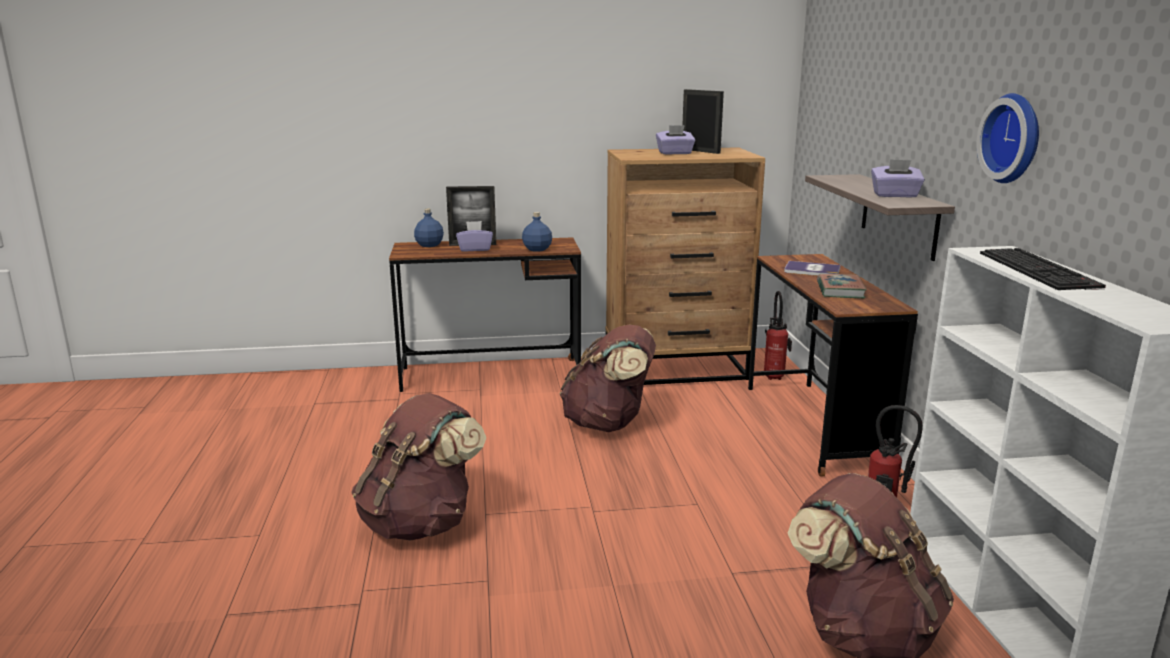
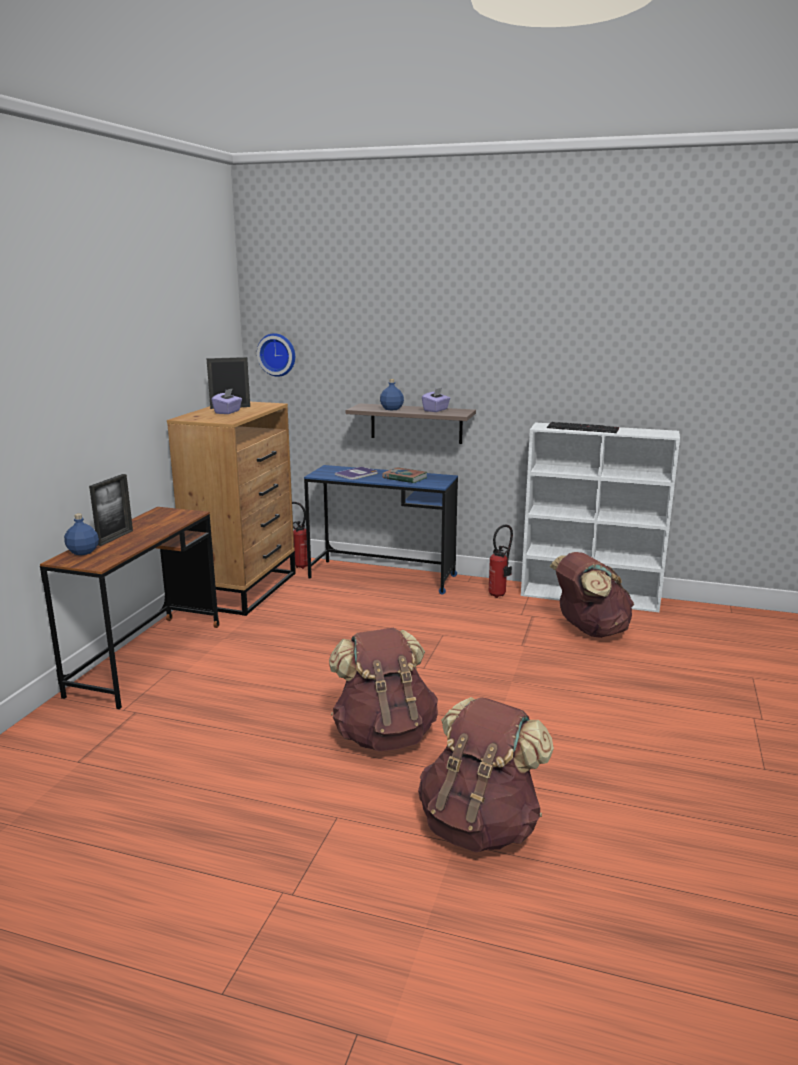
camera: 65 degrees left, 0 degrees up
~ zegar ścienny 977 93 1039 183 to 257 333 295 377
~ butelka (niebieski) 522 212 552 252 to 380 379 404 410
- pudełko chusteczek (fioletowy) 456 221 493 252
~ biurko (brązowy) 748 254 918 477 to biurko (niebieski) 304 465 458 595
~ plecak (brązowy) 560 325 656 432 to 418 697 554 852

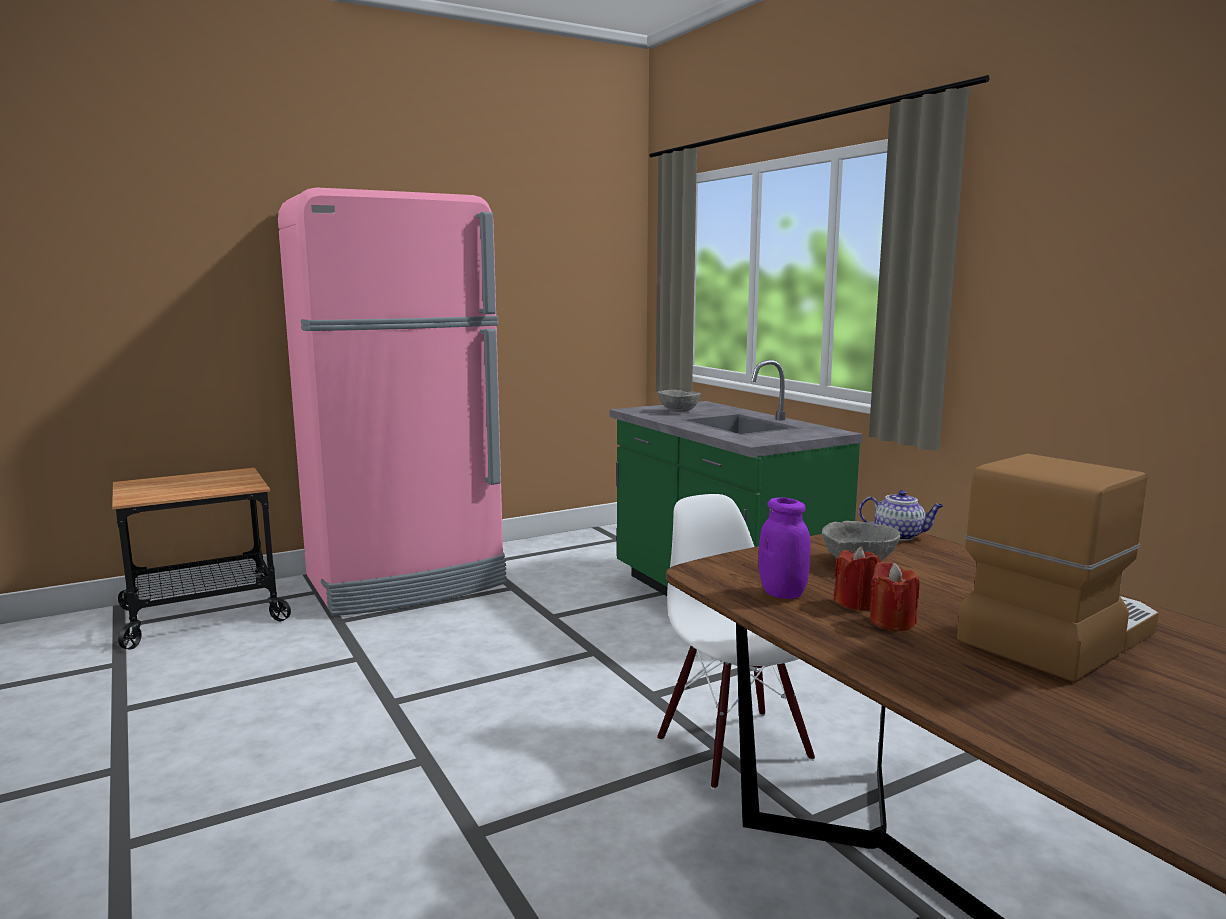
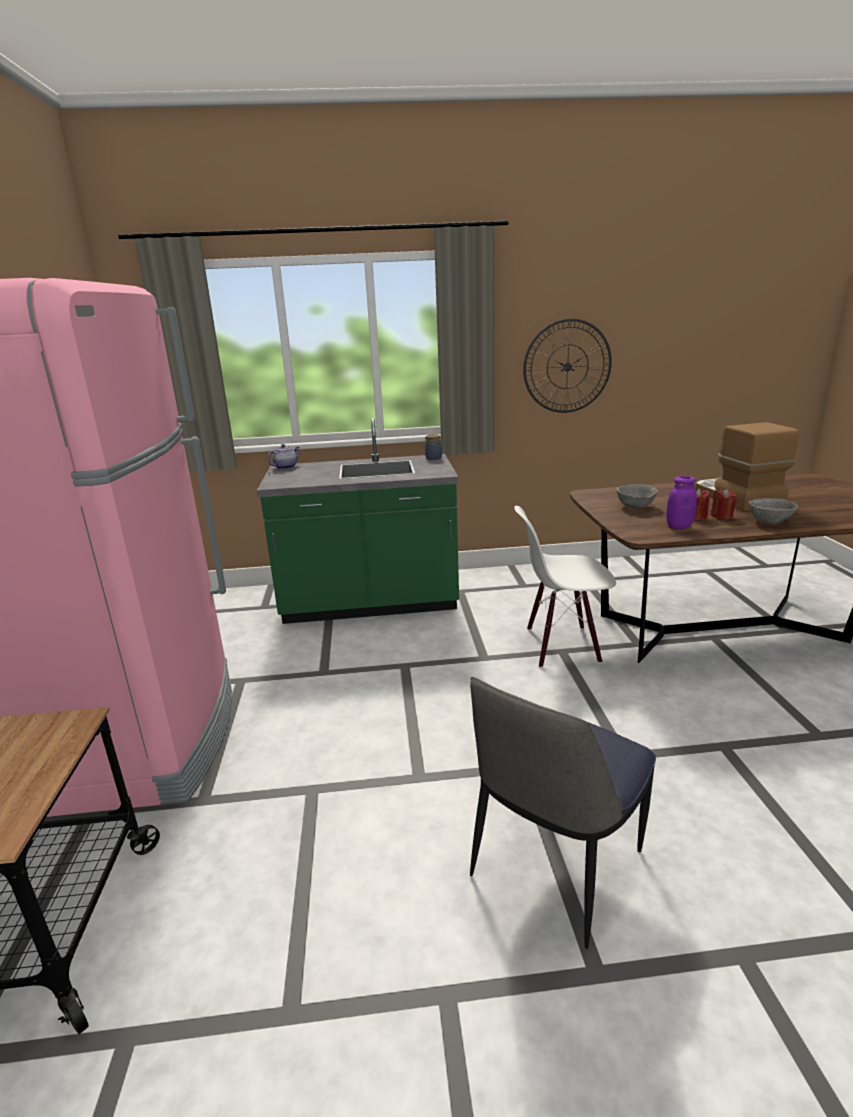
camera: 65 degrees left, 10 degrees up
~ miska (szary) 657 390 701 412 to 748 498 798 524
~ imbryk 859 490 944 541 to 267 444 299 469
+ zegar ścienny 523 319 612 413
+ słoik 425 434 442 460
+ krzesło 470 677 656 949

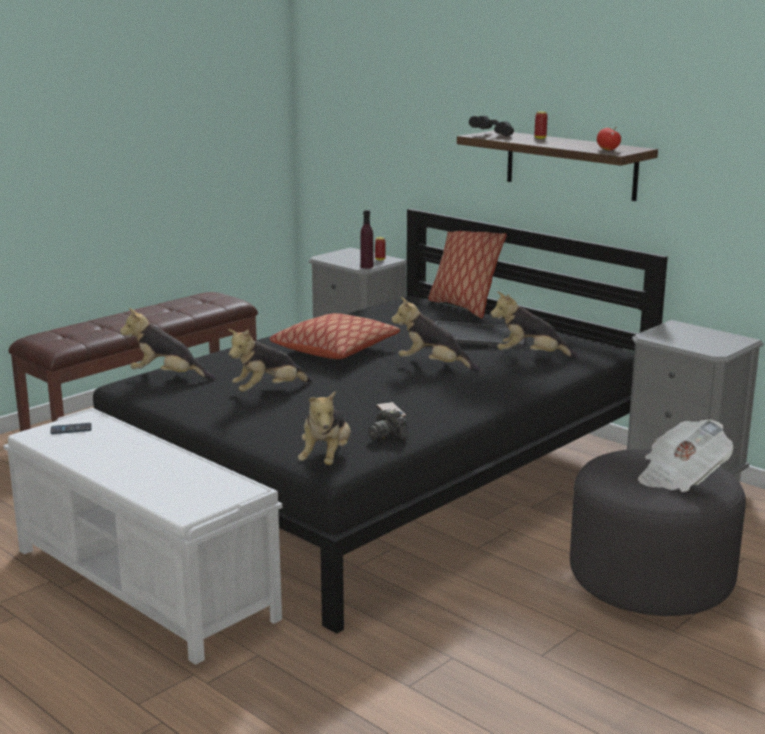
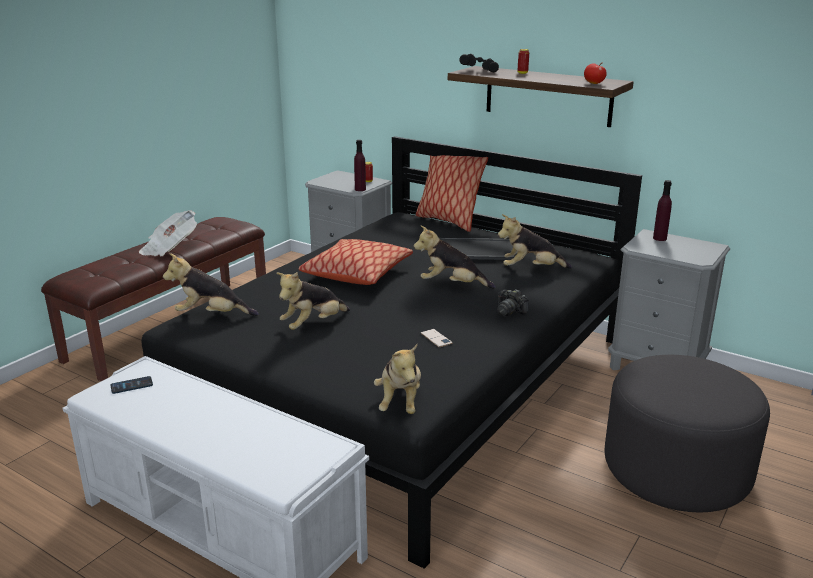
camera: 10 degrees left, 5 degrees up
~ aparat fotograficzny 368 409 408 441 to 497 289 528 317
~ gazeta 638 420 734 492 to 139 210 197 257
+ butelka (fioletowy) 653 180 672 241

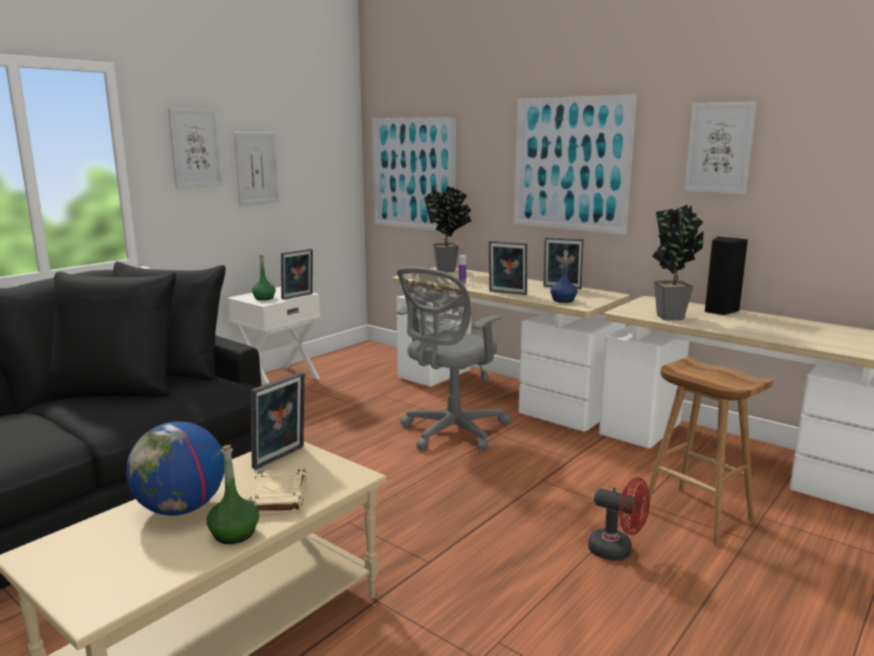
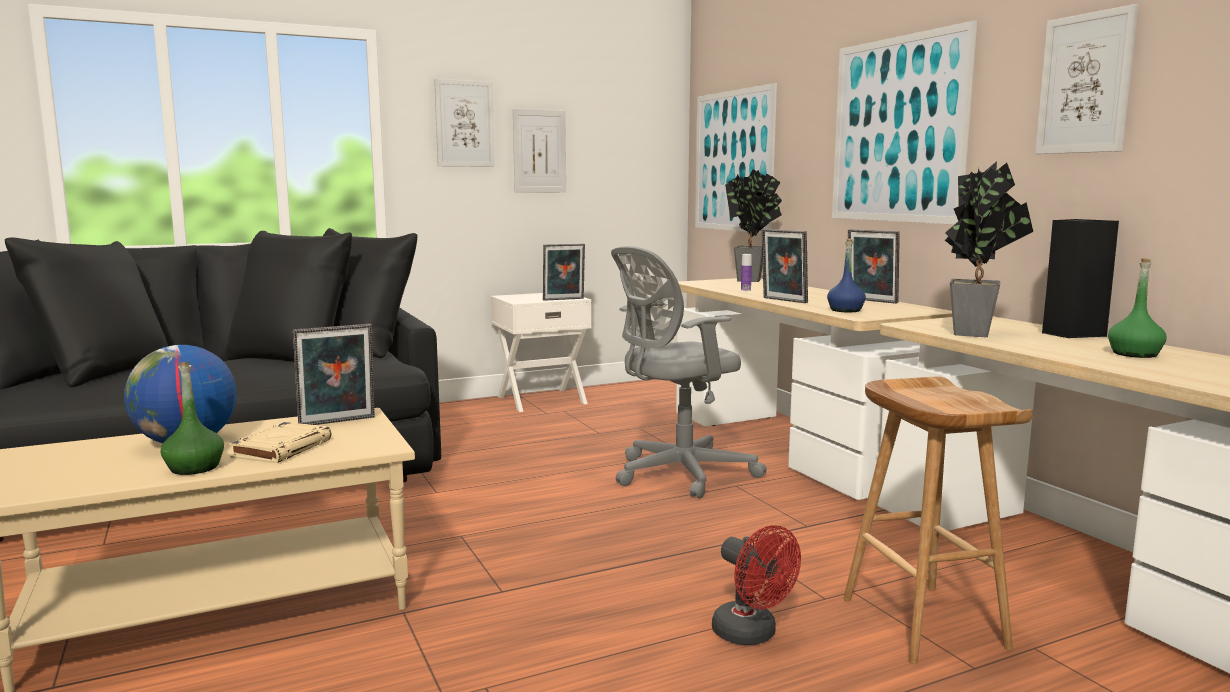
camera: 25 degrees right, 5 degrees down
~ butelka (zielony) 252 255 276 300 to 1108 258 1167 358

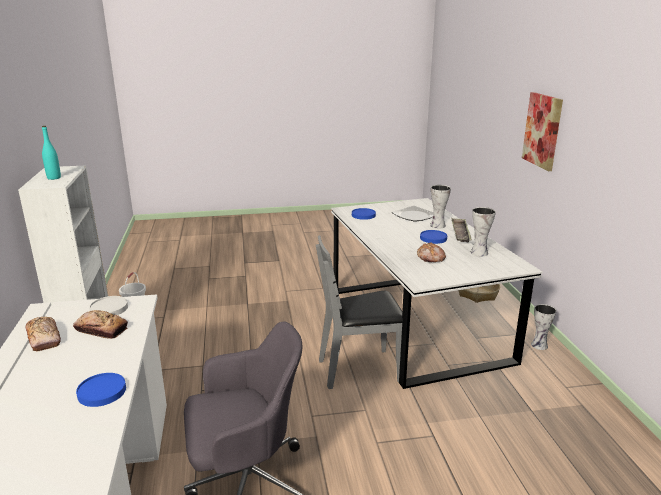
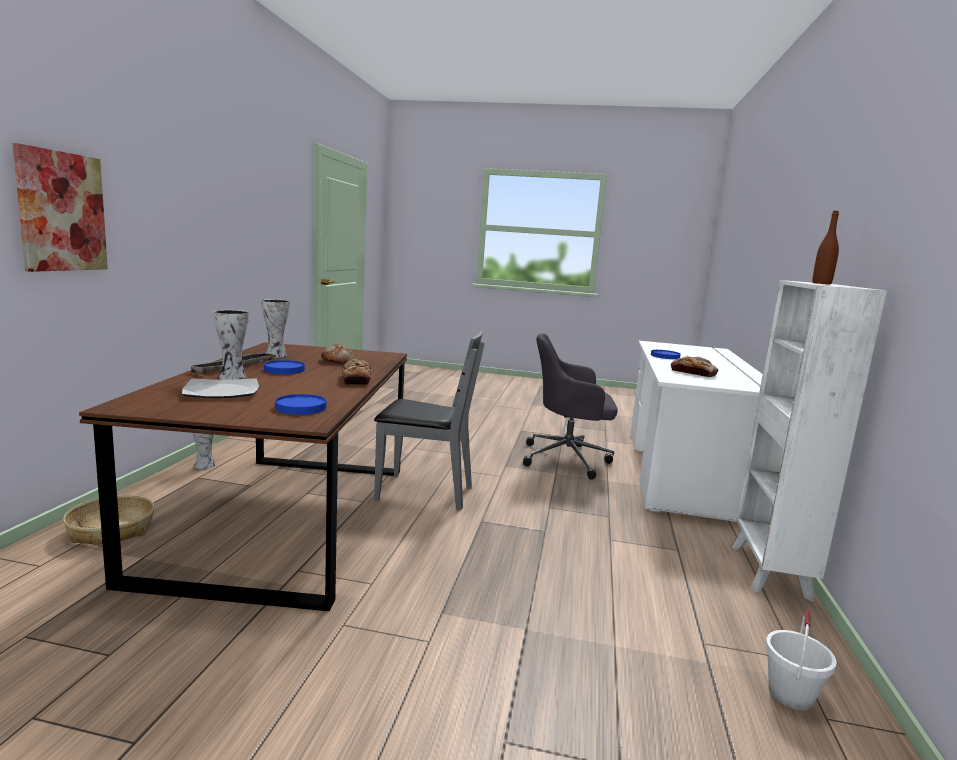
camera: 160 degrees left, 10 degrees down
~ butelka (turkusowy) 42 126 61 180 to butelka (brązowy) 812 211 839 284
~ stół jadalny (biały) 331 198 542 389 to stół jadalny (brązowy) 79 342 407 611
- talerz (biały) 89 296 128 315
~ chleb 26 317 61 352 to 342 358 371 385

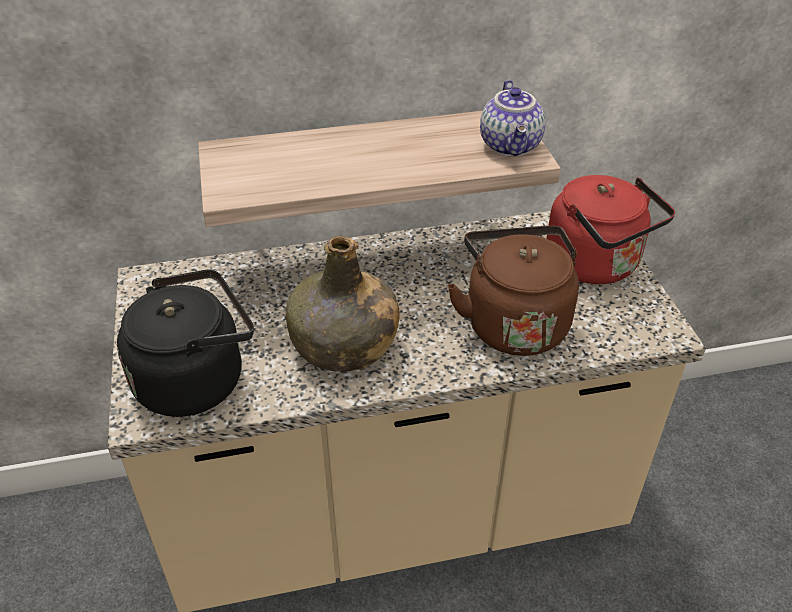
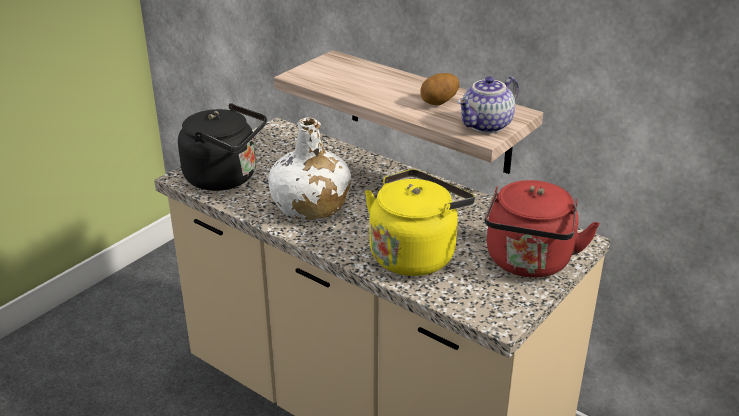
camera: 50 degrees right, 10 degrees down
~ czajnik (brązowy) 447 226 579 356 to czajnik (żółty) 365 169 475 276
~ butelka (zielony) 286 236 399 372 to butelka (biały) 268 117 351 221
+ ziemniak 420 73 460 105

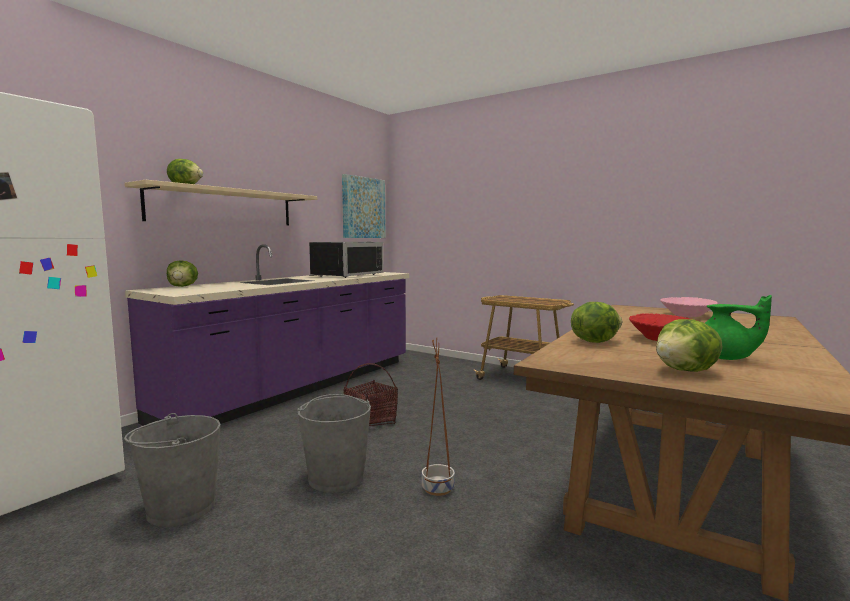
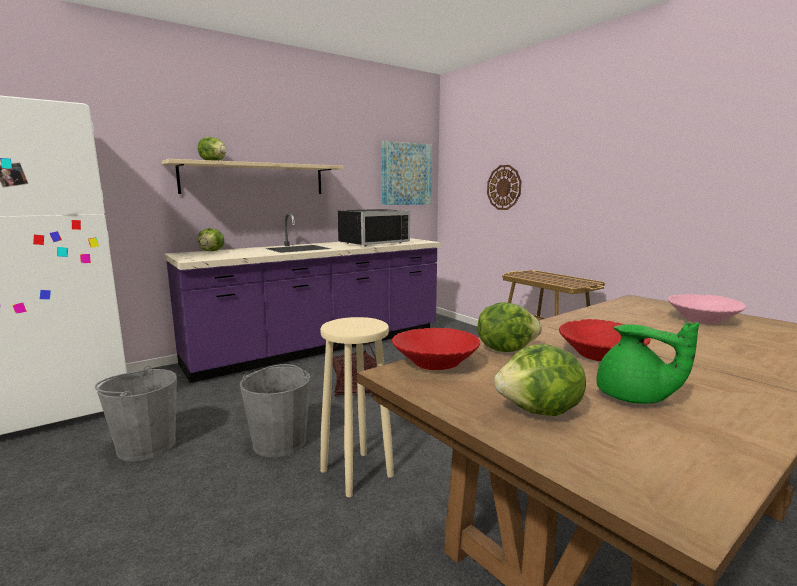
camera: 20 degrees right, 5 degrees up
~ donica (brązowy) 422 337 455 496 to stołek (beżowy) 320 317 394 497
+ zegar ścienny 487 165 521 210
+ miska (czerwony) 392 328 480 370

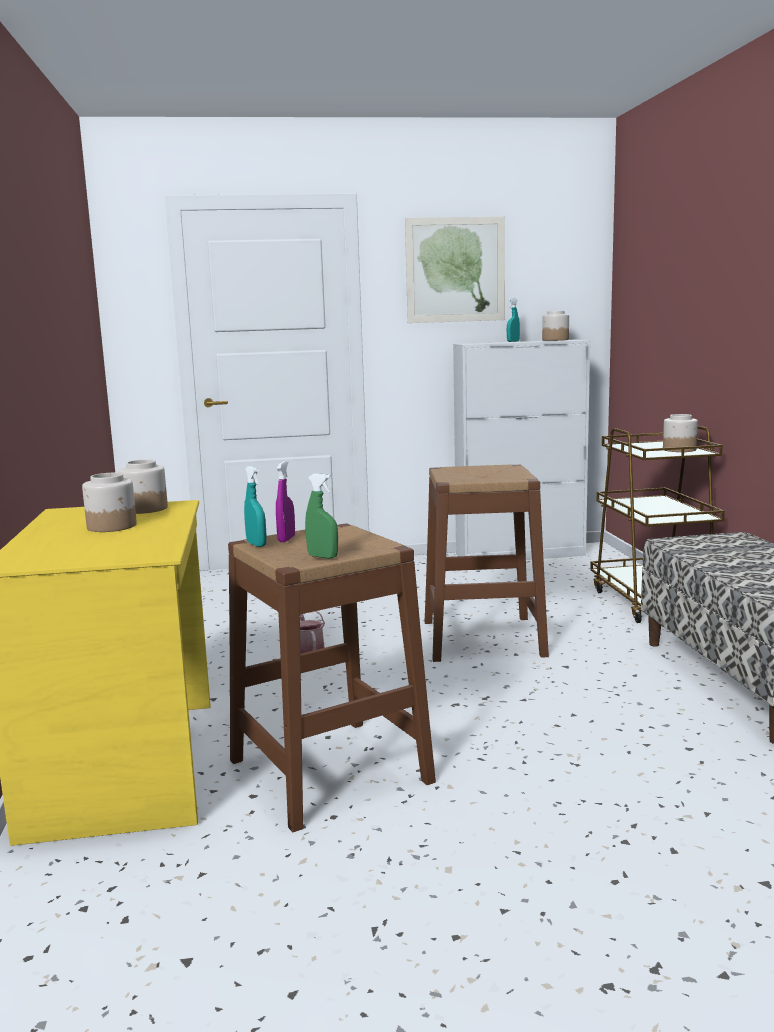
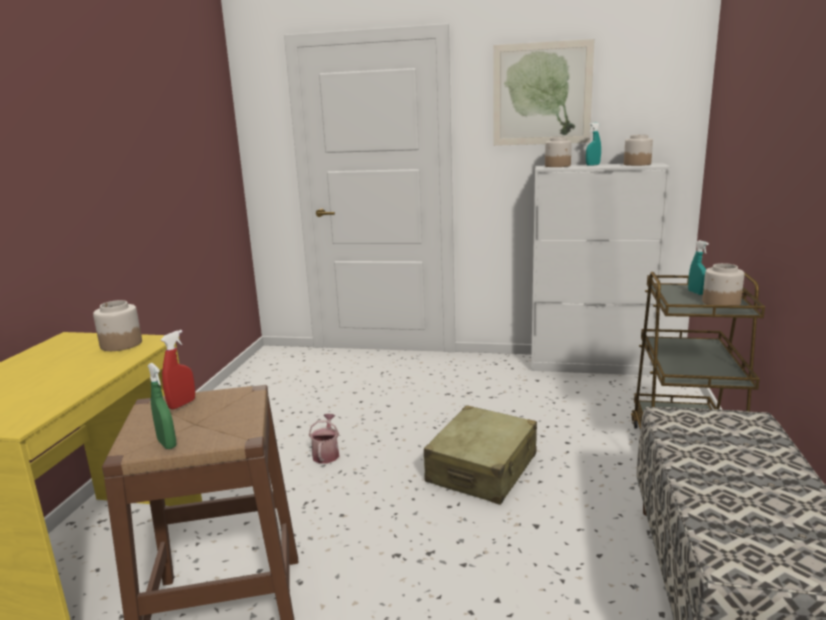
camera: 20 degrees right, 5 degrees up
~ spryskiwacz (fioletowy) 276 461 295 542 to spryskiwacz (czerwony) 161 330 195 410
~ stołek (brązowy) 425 465 549 662 to walizka (beżowy) 424 405 537 505
~ spryskiwacz (turkusowy) 244 466 267 547 to 688 240 709 295
~ słoik 82 473 137 532 to 545 137 572 167

